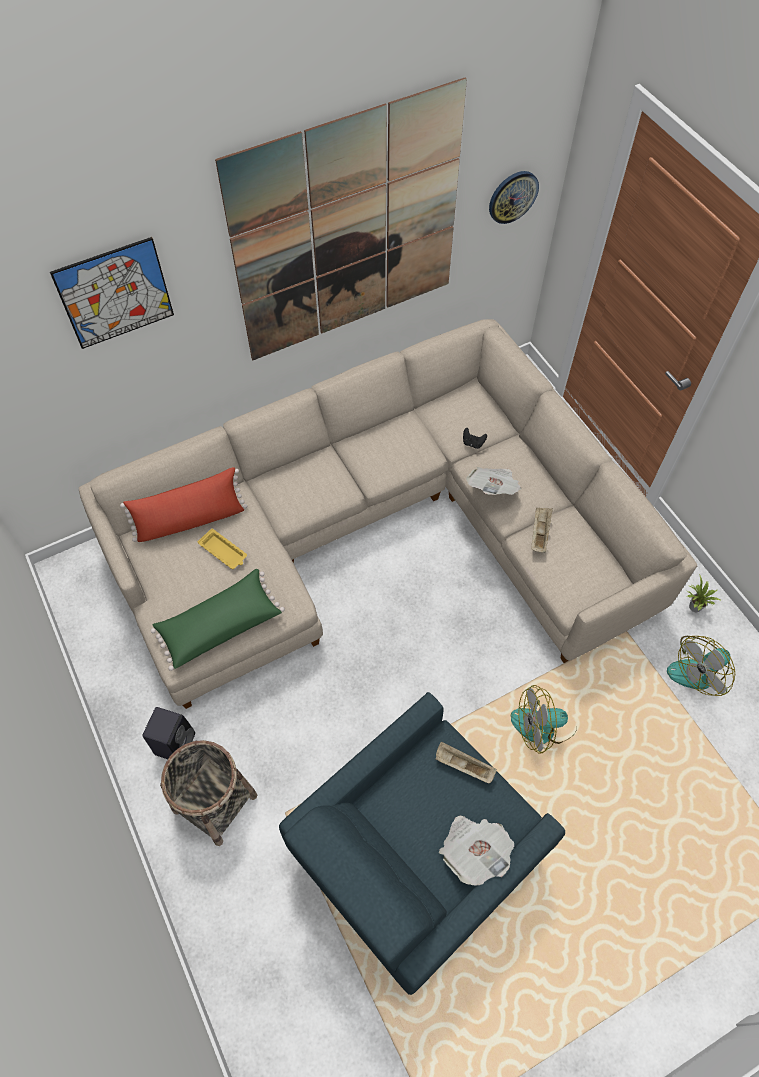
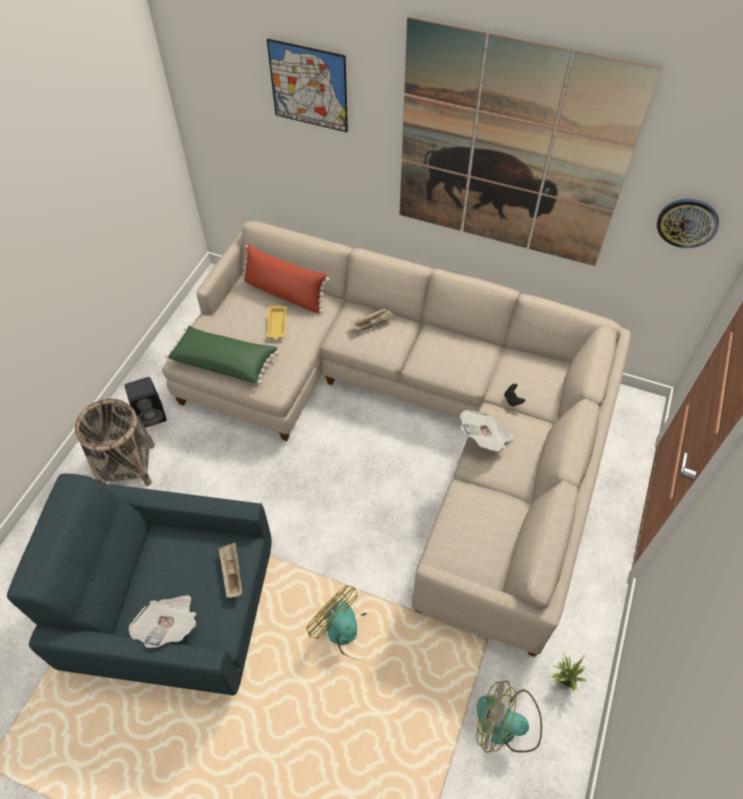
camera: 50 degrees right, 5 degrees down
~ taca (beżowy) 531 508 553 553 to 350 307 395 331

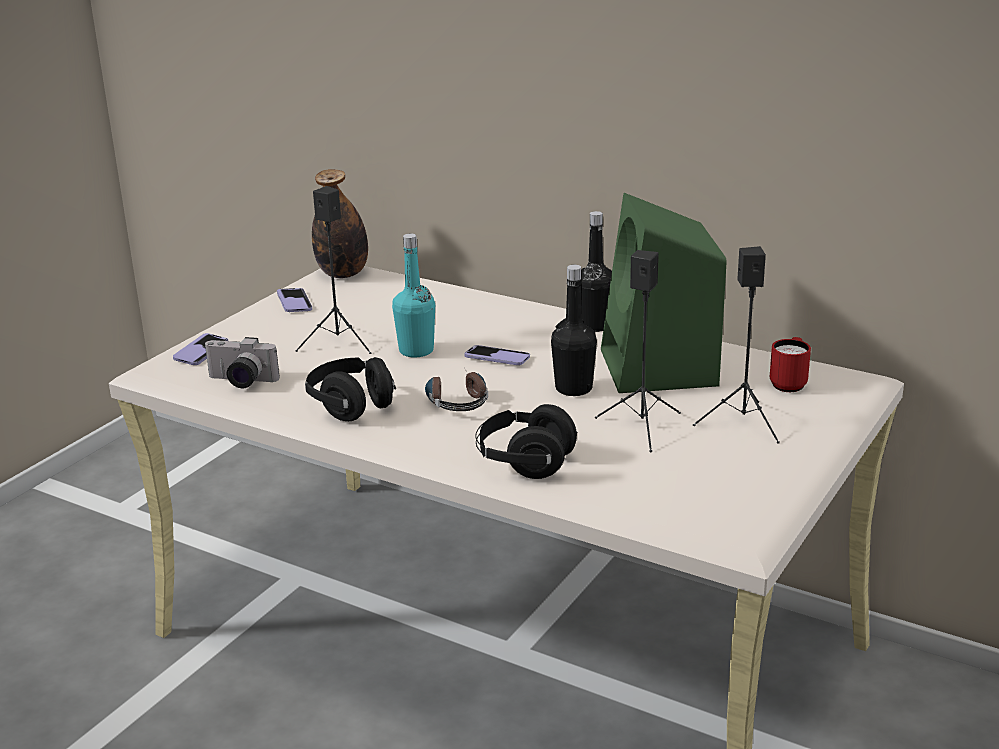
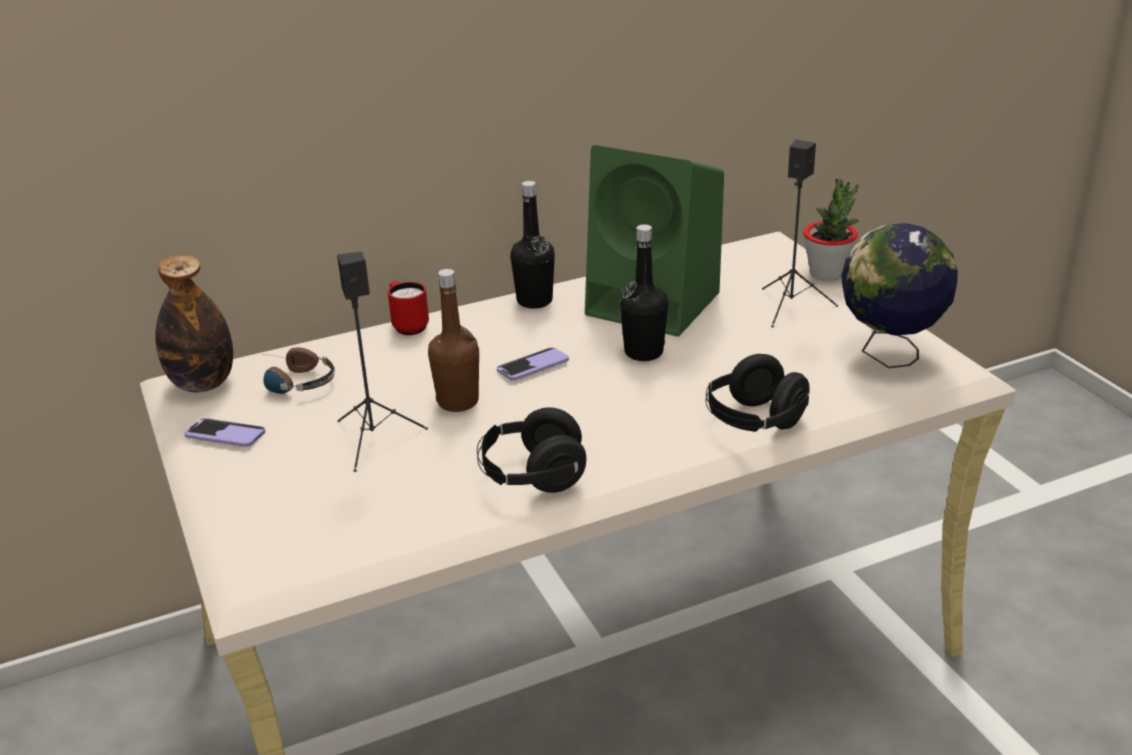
camera: 55 degrees left, 5 degrees up
~ butelka (turkusowy) 392 234 435 358 to butelka (brązowy) 428 269 479 412
- głośnik (czarny) 595 250 681 452
- telefon 173 333 228 365
- aparat fotograficzny 203 337 280 388
~ kubek (czerwony) 770 337 811 392 to 388 281 429 335
~ słuchawki 425 369 488 411 to 263 347 335 394
+ roślina doniczkowa 803 179 859 281
+ globus 841 223 958 368

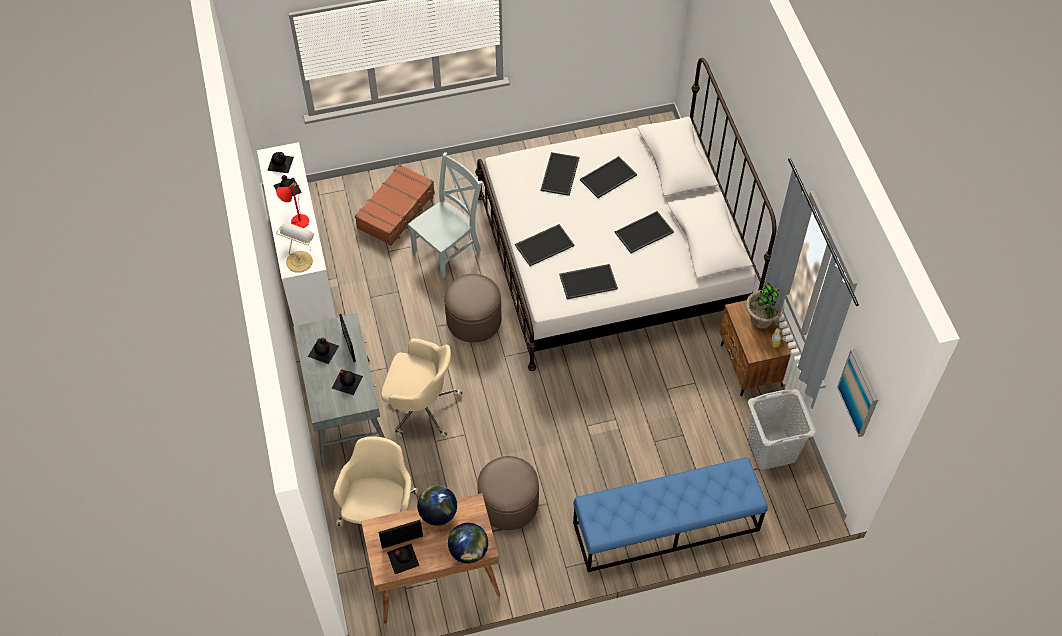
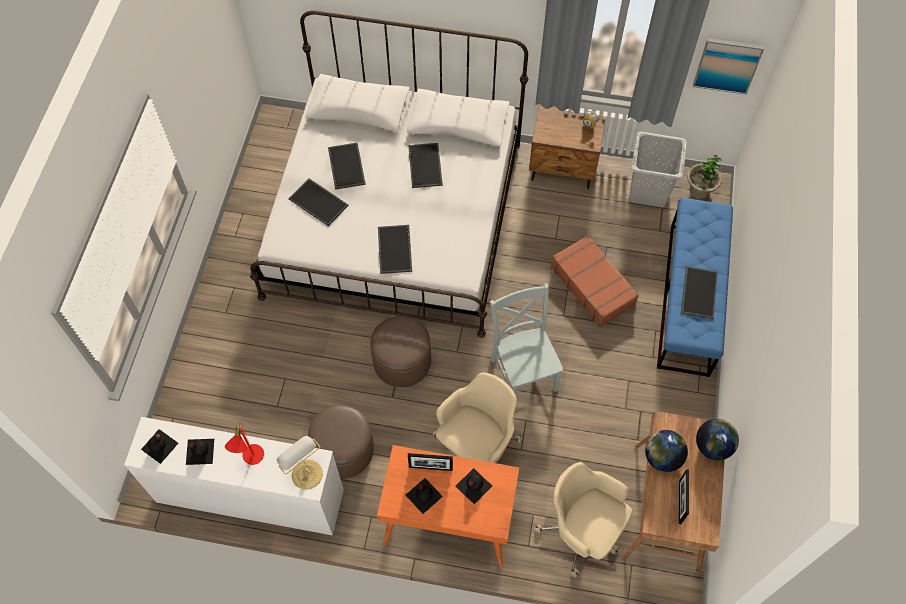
camera: 65 degrees left, 5 degrees up
~ krzesło (szary) 408 152 482 278 to 490 283 564 395
~ walizka (brązowy) 355 164 435 245 to 551 235 639 327
~ taca 559 264 618 299 to 681 266 718 319
~ roślina doniczkowa 746 283 784 328 to 687 155 722 199
~ biurko (szary) 293 313 385 467 to biurko (pomarańczowy) 377 445 519 567
~ pufa (brązowy) 477 456 539 530 to 308 405 374 479
- butelka (czarny) 387 544 419 574

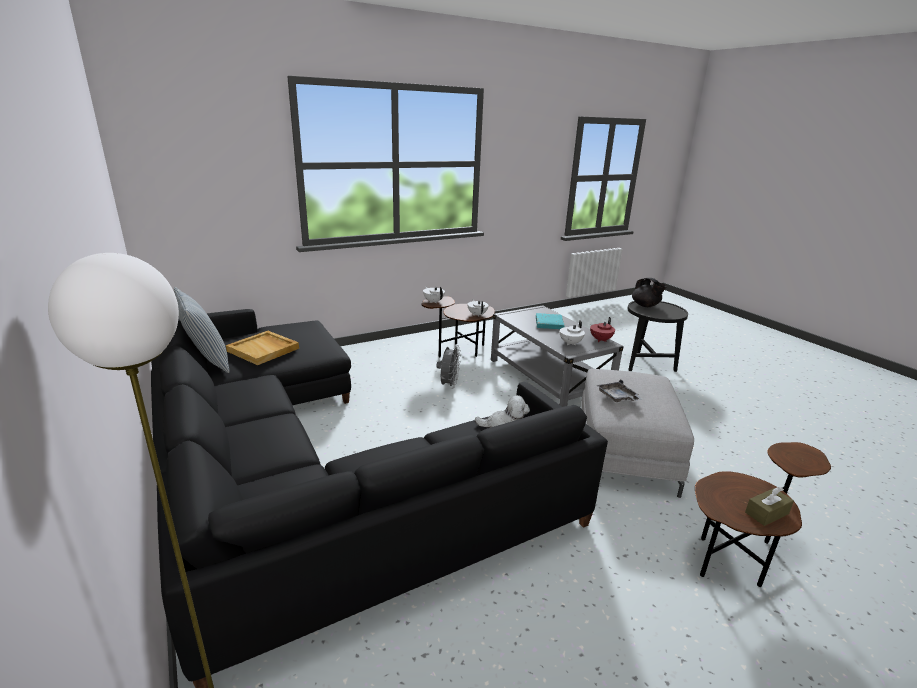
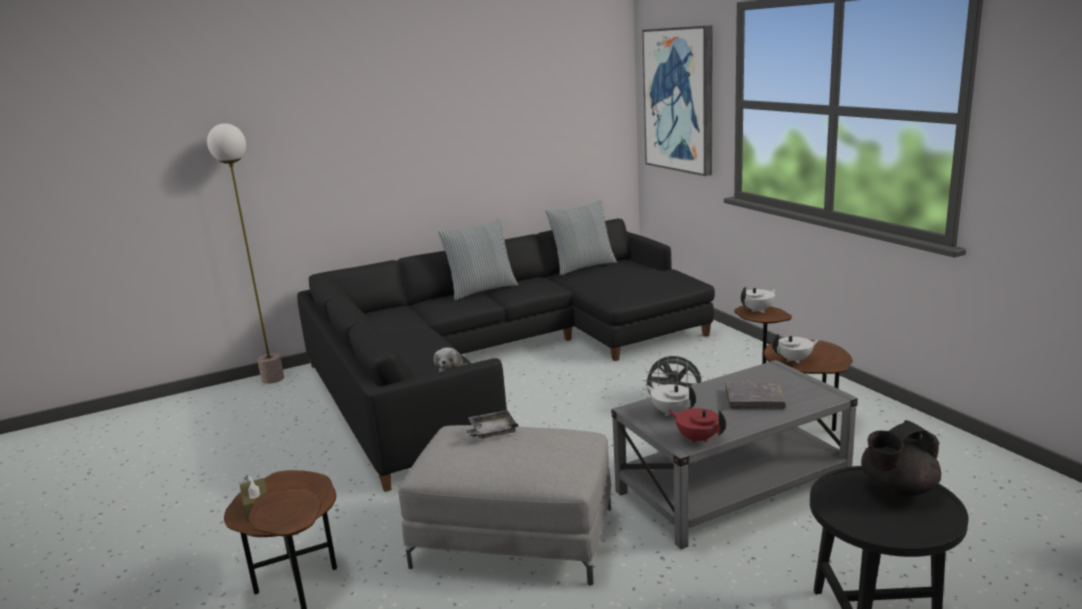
camera: 95 degrees right, 5 degrees down
~ książka (turkusowy) 536 313 565 329 to książka (szary) 726 381 786 409
- taca (beżowy) 226 331 299 365
+ obraz 642 25 713 176
+ poduszka 438 218 518 300

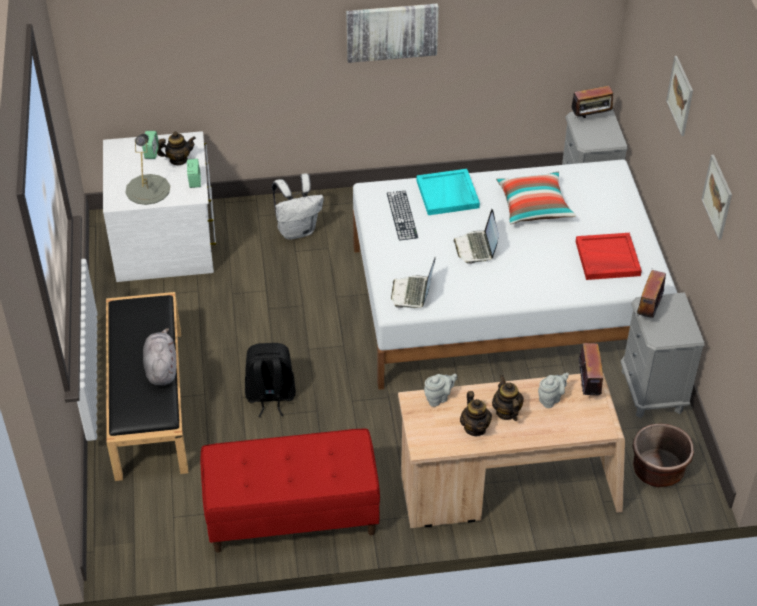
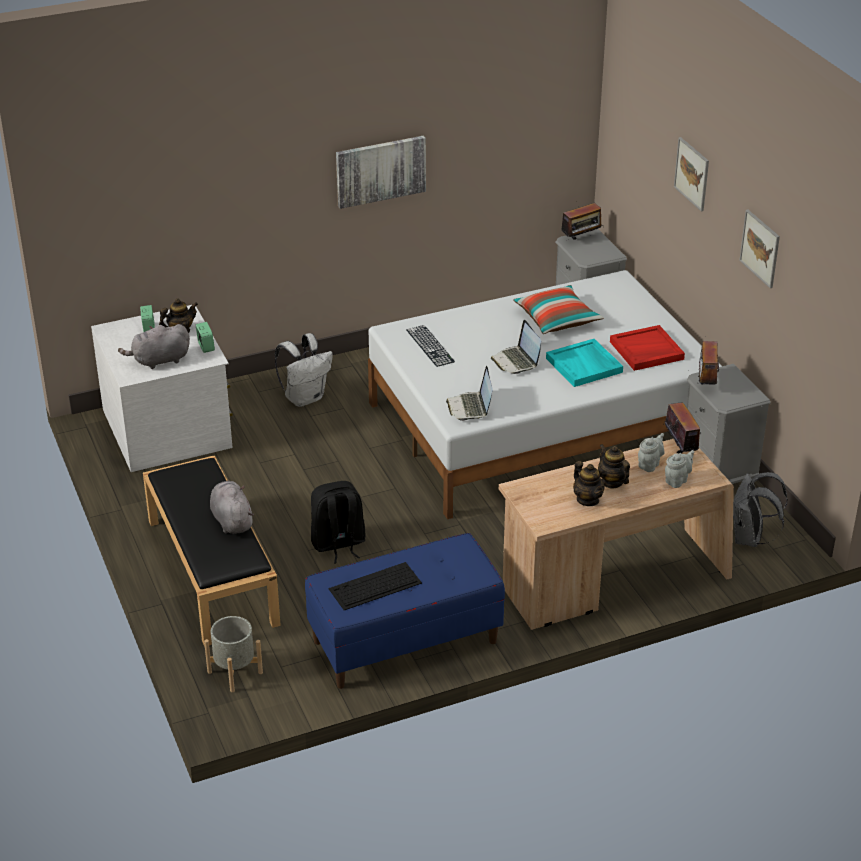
camera: 15 degrees left, 10 degrees down
~ lampa stołowa (szary) 125 134 170 205 to pluszak (szary) 118 324 190 369
~ taca (turkusowy) 417 169 480 215 to 546 339 623 387
~ imbryk (szary) 424 374 457 407 to 665 450 694 488
~ donica (brązowy) 633 423 694 487 to plecak (szary) 733 472 788 547
~ ławka (czerwony) 201 428 380 552 to ławka (niebieski) 305 533 505 689
+ klawiatura 329 562 422 610
+ donica (szary) 204 616 263 692

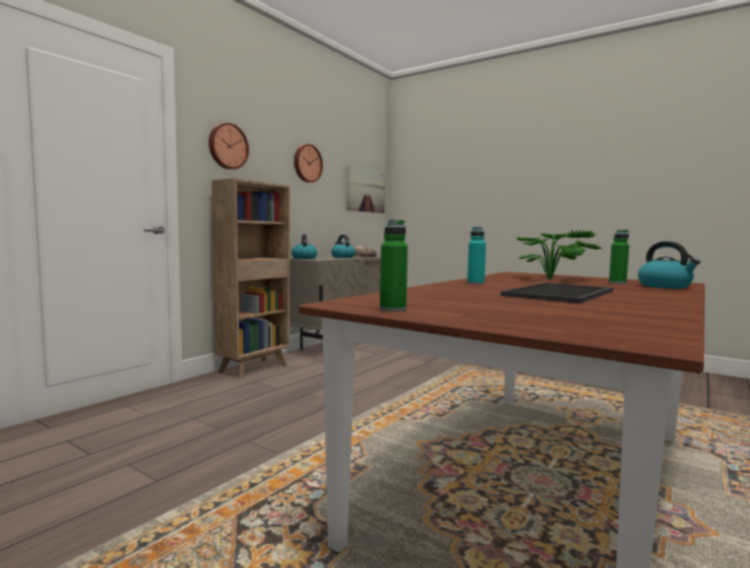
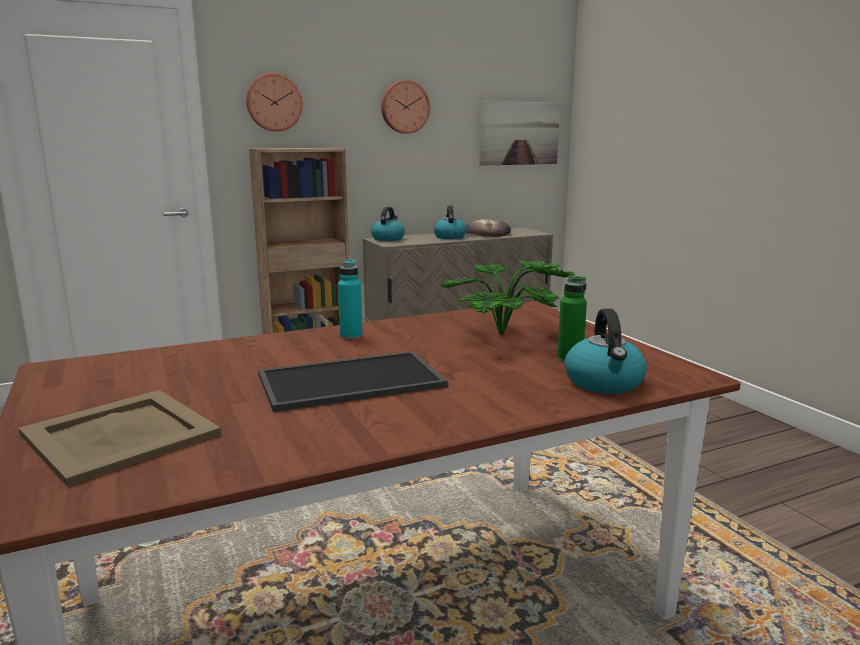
camera: 30 degrees right, 10 degrees up
- butelka (zielony) 380 219 408 312
+ taca (beżowy) 18 390 221 486

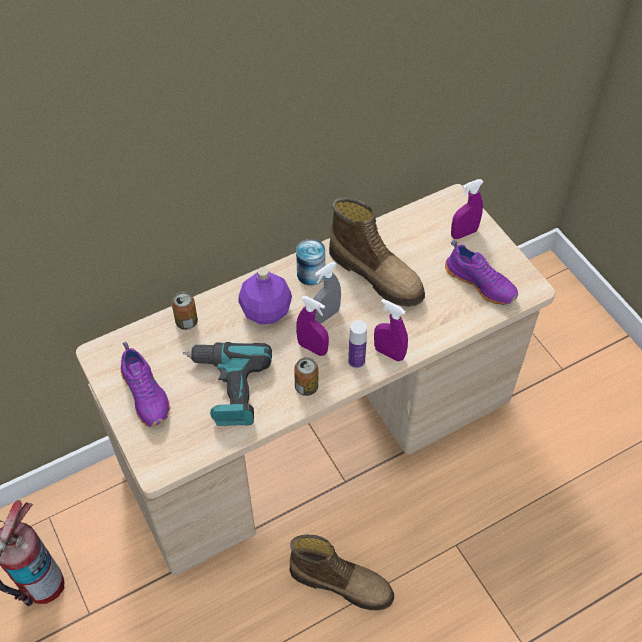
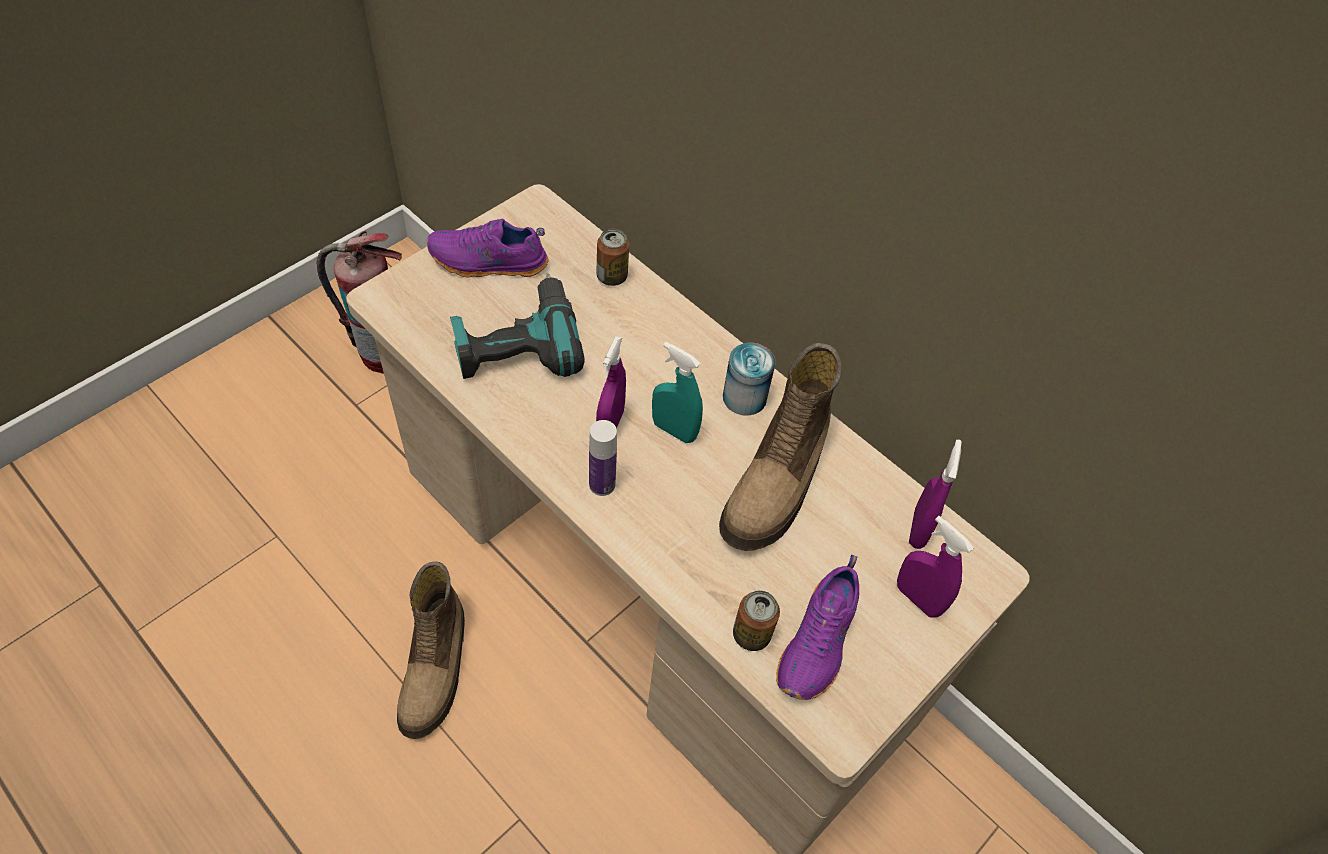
camera: 70 degrees right, 0 degrees up
~ spryskiwacz (szary) 314 262 341 324 to spryskiwacz (turkusowy) 652 342 703 443
- butelka (fioletowy) 238 267 292 324
~ spryskiwacz (fioletowy) 374 299 408 362 to 909 439 962 549
~ but (fioletowy) 120 342 170 427 = 427 219 549 278 45 degrees clockwise
~ puszka 294 357 318 396 to 733 590 780 651

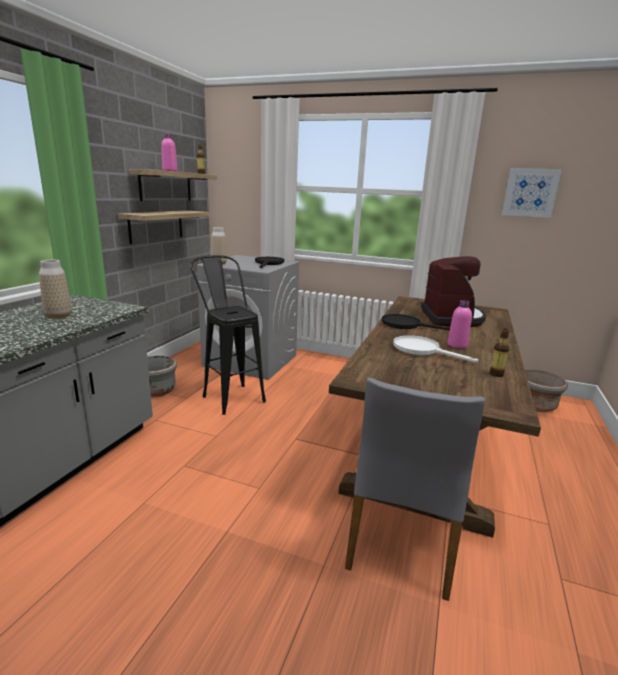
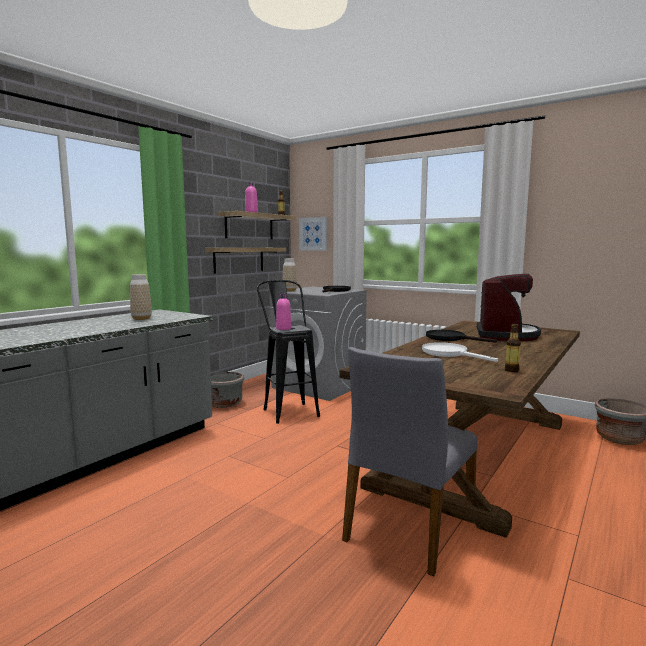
camera: 15 degrees right, 10 degrees down
~ obraz 502 168 562 218 to 299 217 327 251
~ butelka (różowy) 447 300 472 348 to 276 294 291 330

